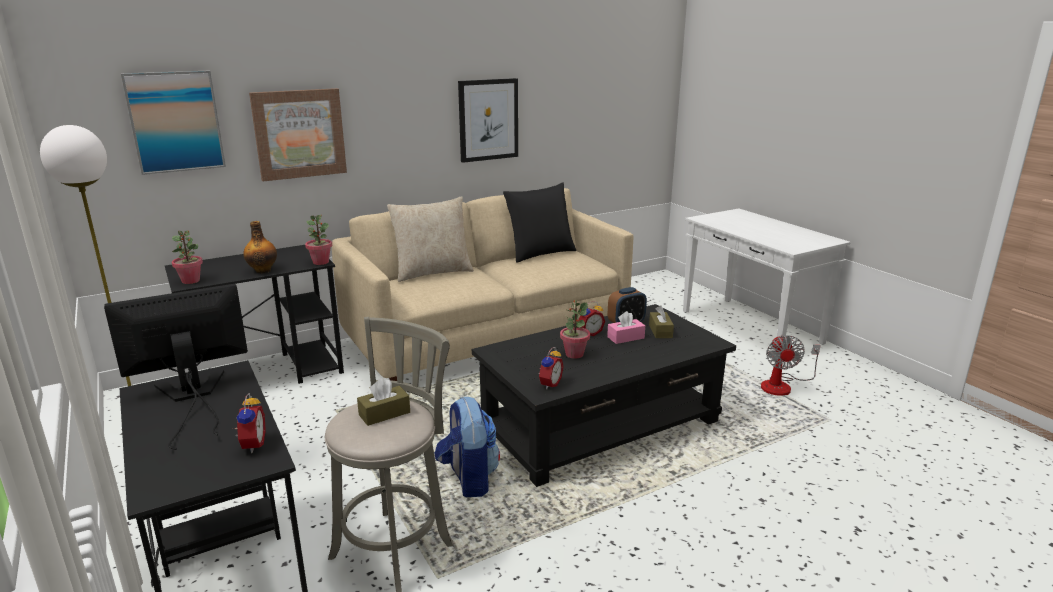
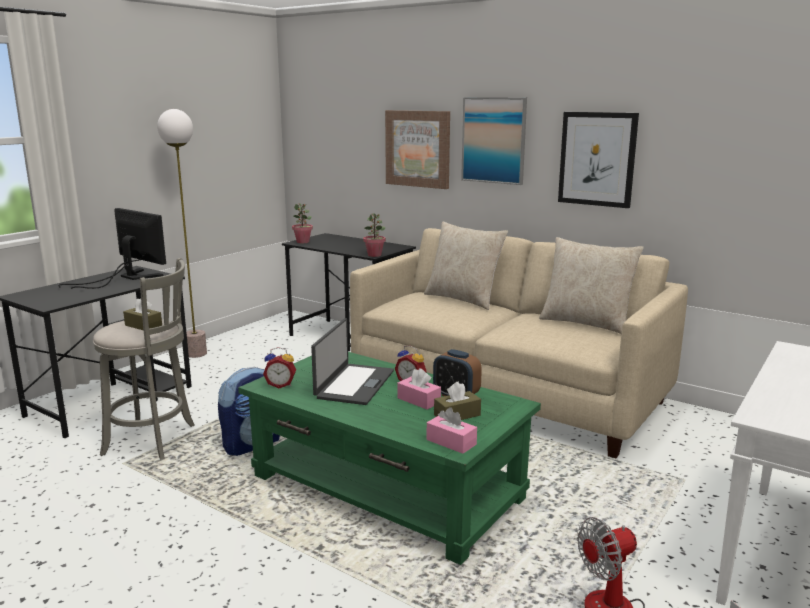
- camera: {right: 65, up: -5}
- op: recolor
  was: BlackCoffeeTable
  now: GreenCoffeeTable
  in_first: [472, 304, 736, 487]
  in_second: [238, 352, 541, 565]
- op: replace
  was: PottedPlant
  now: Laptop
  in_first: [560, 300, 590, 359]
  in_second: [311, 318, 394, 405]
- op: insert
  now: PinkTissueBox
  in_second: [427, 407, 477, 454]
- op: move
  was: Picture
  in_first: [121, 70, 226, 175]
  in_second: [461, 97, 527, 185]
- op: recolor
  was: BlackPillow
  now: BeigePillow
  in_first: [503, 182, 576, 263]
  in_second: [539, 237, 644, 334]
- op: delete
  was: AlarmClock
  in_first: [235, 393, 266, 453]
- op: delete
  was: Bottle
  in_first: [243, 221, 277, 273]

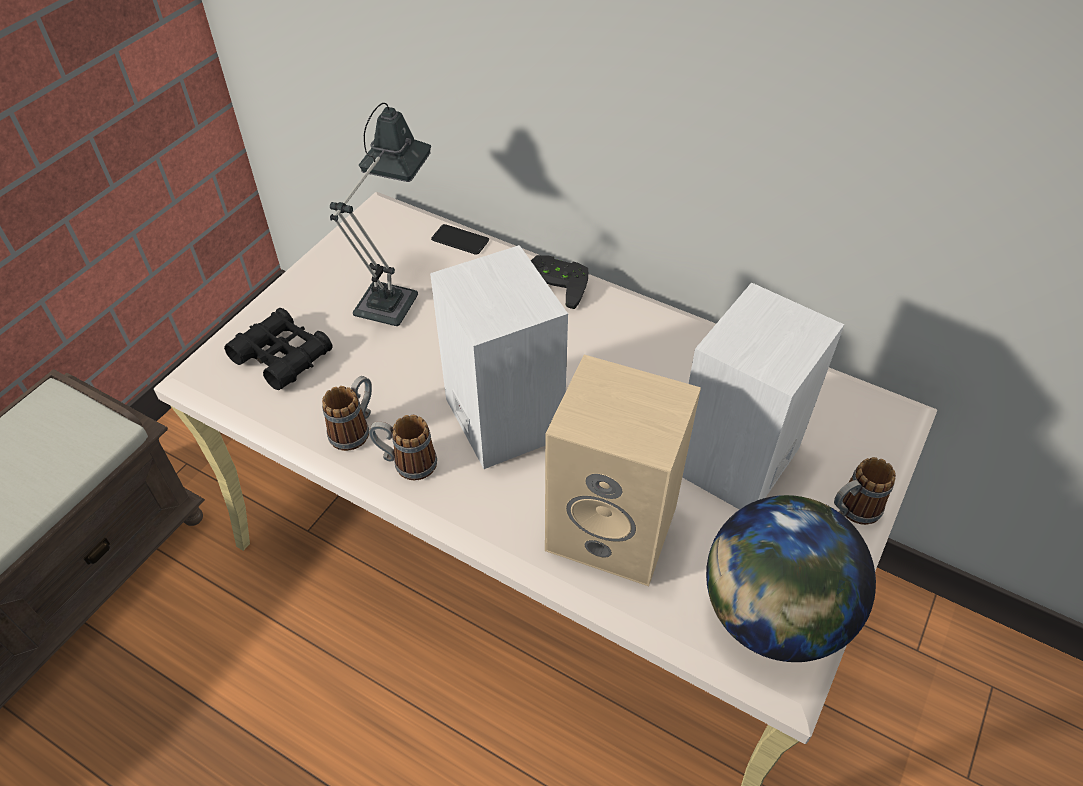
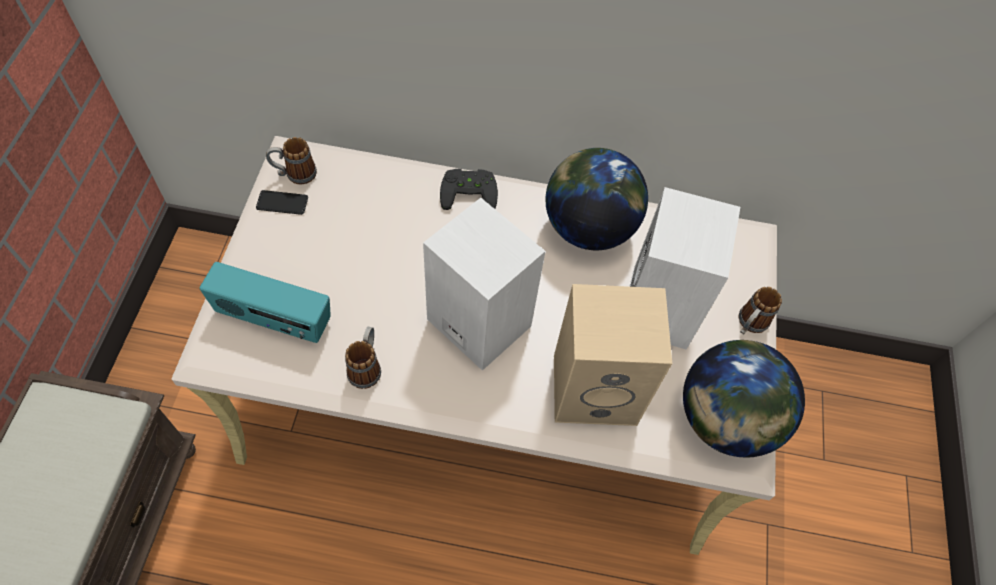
- camera: {right: -25, up: 10}
- op: replace
  was: BlackBinoculars
  now: Radio
  in_first: [224, 308, 333, 390]
  in_second: [200, 262, 331, 343]
- op: move
  was: Phone
  in_first: [431, 224, 489, 255]
  in_second: [256, 190, 308, 215]
- op: move
  was: Mug
  in_first: [369, 415, 437, 480]
  in_second: [266, 137, 317, 184]
- op: insert
  now: Globe
  in_second: [545, 148, 648, 250]
- op: delete
  was: TableLamp
  in_first: [330, 103, 431, 326]

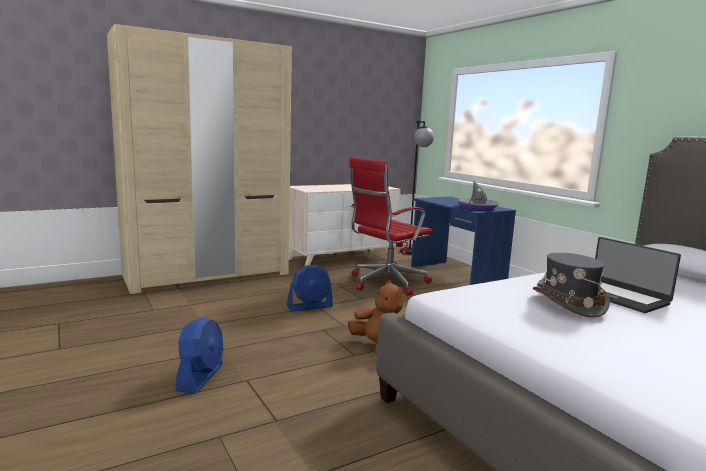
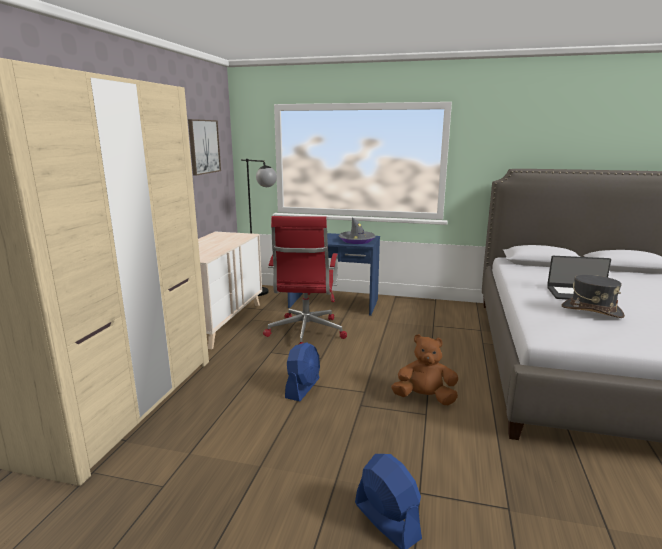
- camera: {right: -45, up: 5}
- op: insert
  now: Picture
  in_second: [188, 119, 221, 175]

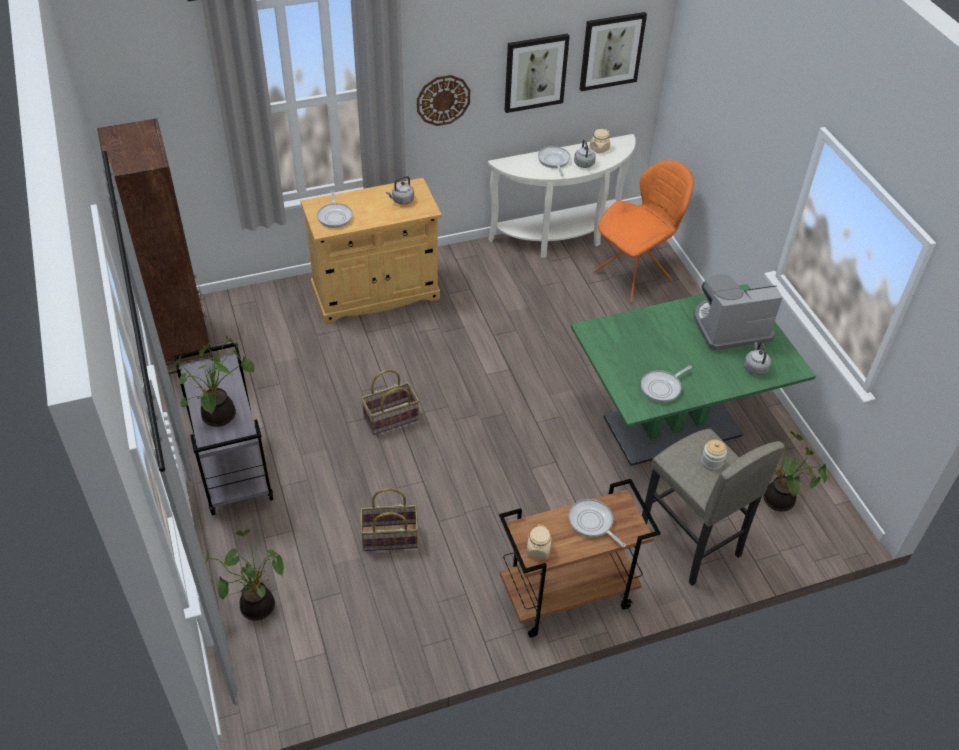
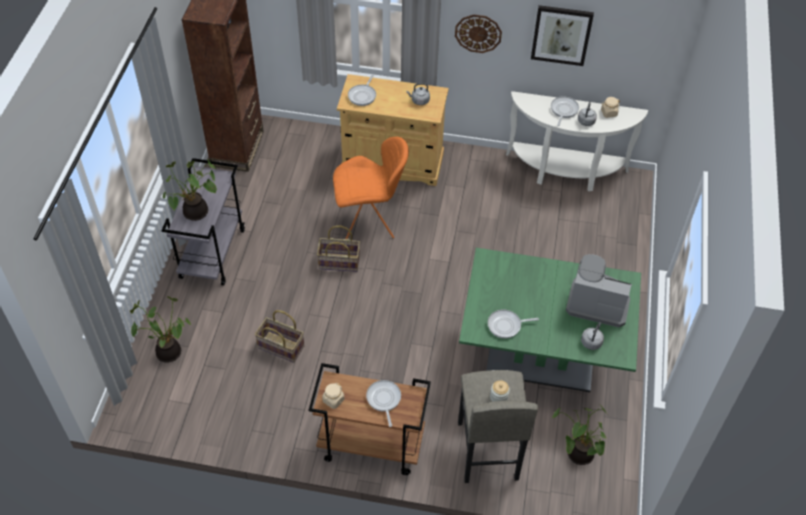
- camera: {right: 30, up: 5}
- op: move
  was: OrangeChair
  in_first: [593, 160, 694, 303]
  in_second: [333, 137, 409, 239]
- op: delete
  was: Picture
  in_first: [580, 12, 647, 91]

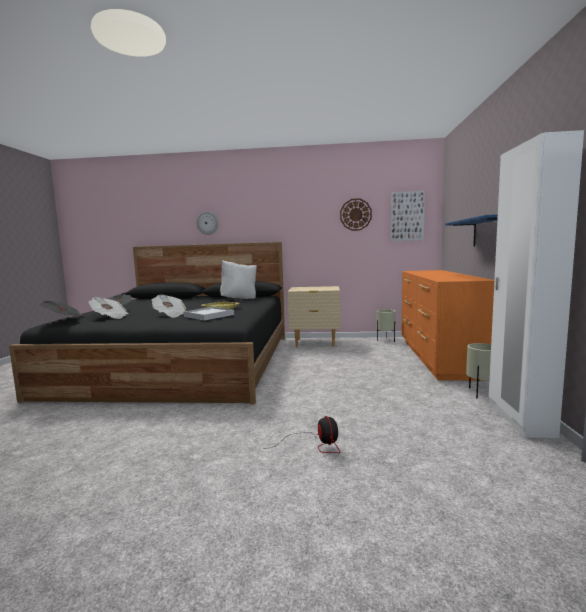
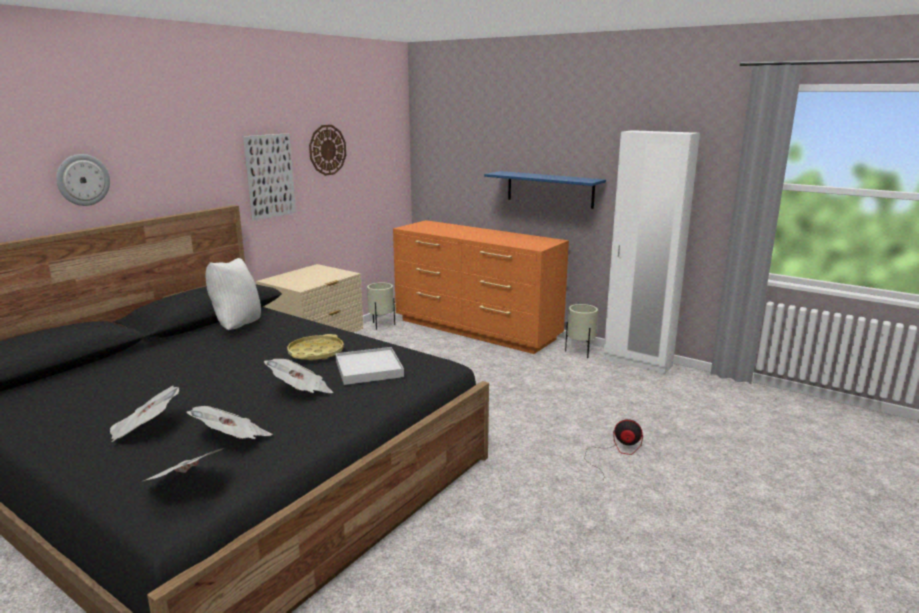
- camera: {right: -60, up: 10}
- op: move
  was: Picture
  in_first: [391, 191, 425, 241]
  in_second: [243, 133, 296, 221]

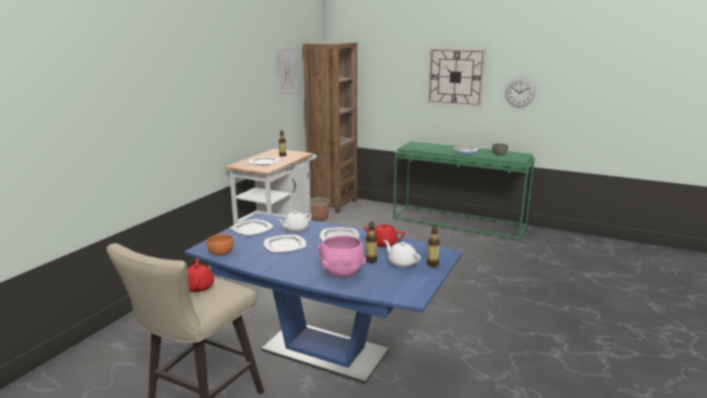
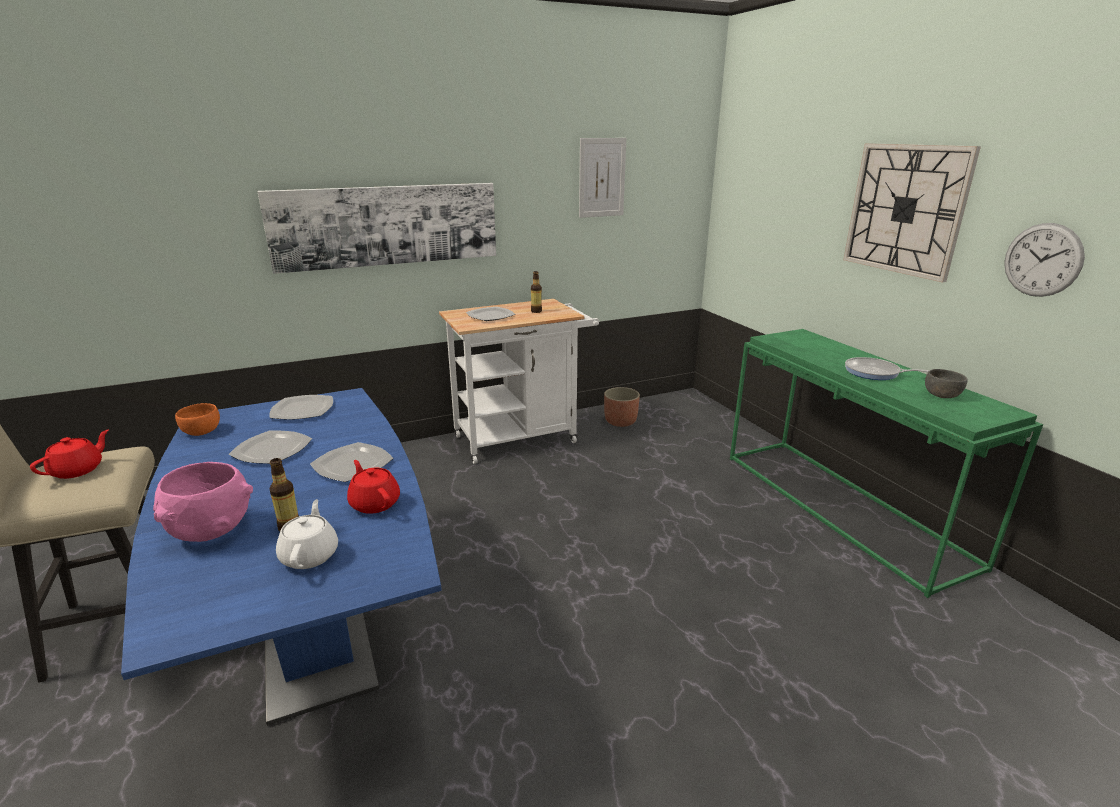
- camera: {right: 40, up: 5}
- op: insert
  now: Picture
  in_second: [257, 183, 496, 274]
- op: delete
  was: WhiteTeapot
  in_first: [277, 211, 312, 232]
- op: delete
  was: BrownBookcase
  in_first: [303, 42, 357, 213]
- op: delete
  was: Bottle
  in_first: [427, 225, 440, 267]

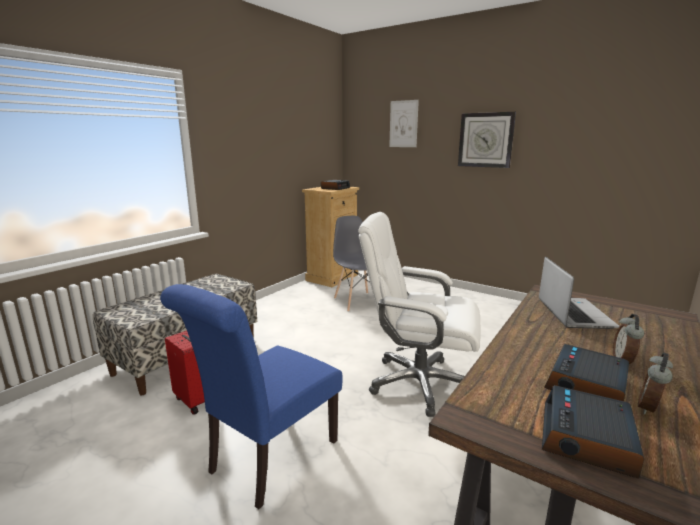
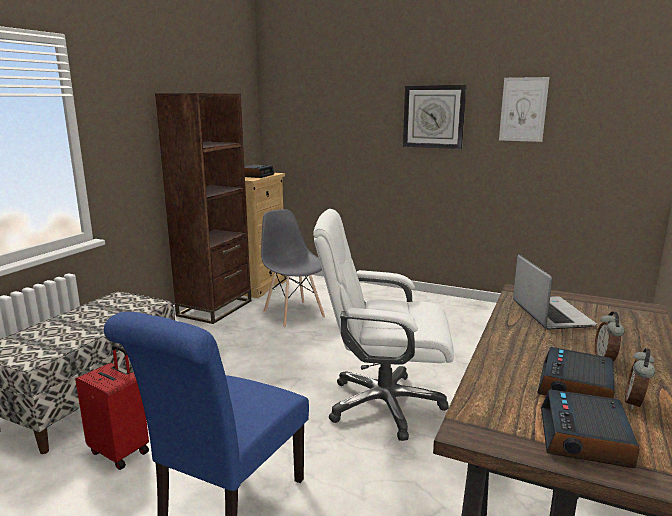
- camera: {right: -10, up: 0}
- op: insert
  now: BrownBookcase
  in_second: [155, 93, 251, 324]
- op: move
  was: Picture
  in_first: [389, 100, 419, 147]
  in_second: [499, 77, 549, 142]

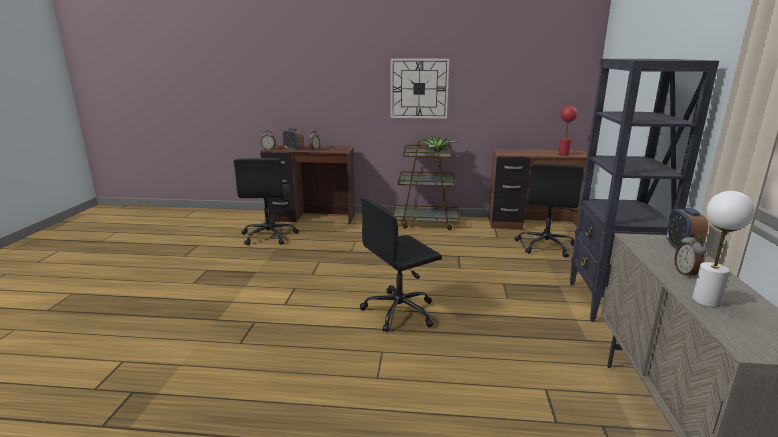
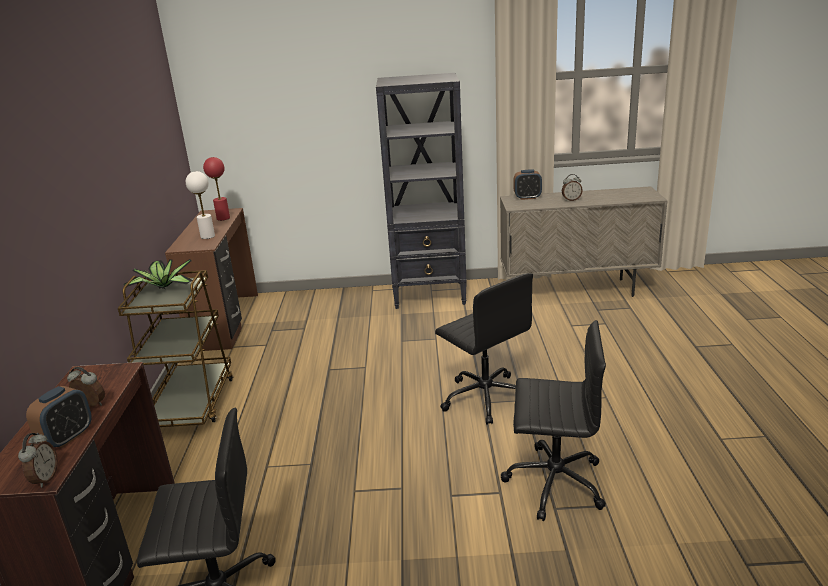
- camera: {right: -95, up: 5}
- op: move
  was: WhiteTableLamp
  in_first: [692, 191, 755, 307]
  in_second: [186, 171, 215, 239]
- op: move
  was: BlackOfficeChair
  in_first: [515, 163, 584, 257]
  in_second: [501, 320, 606, 521]
- op: delete
  was: WallClock
  in_first: [391, 59, 449, 119]

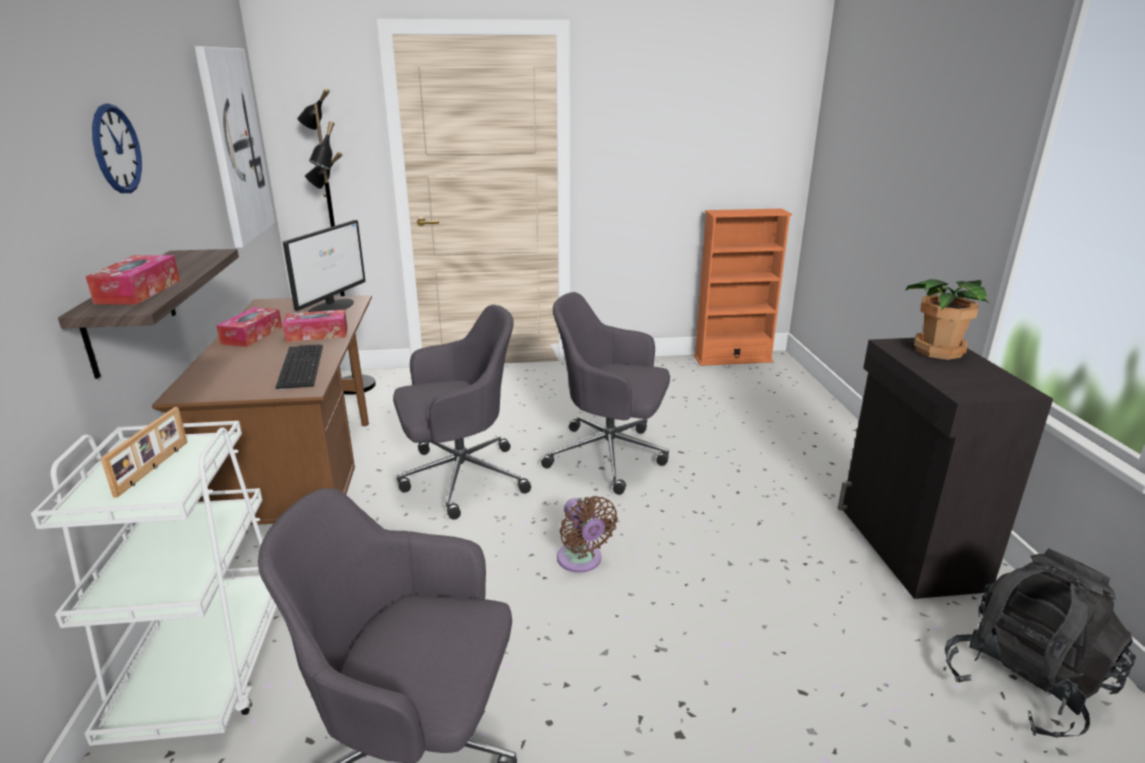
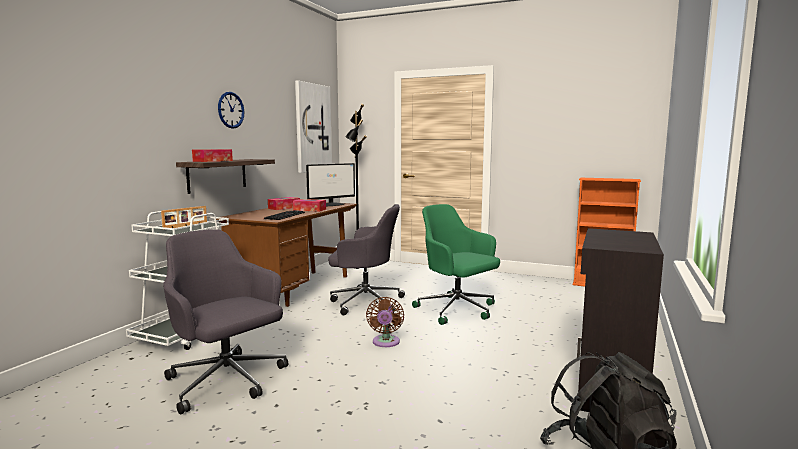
- camera: {right: 30, up: -15}
- op: recolor
  was: GreyOfficeChair
  now: GreenOfficeChair
  in_first: [541, 292, 670, 495]
  in_second: [412, 204, 500, 325]
- op: delete
  was: PottedPlant
  in_first: [905, 279, 990, 360]

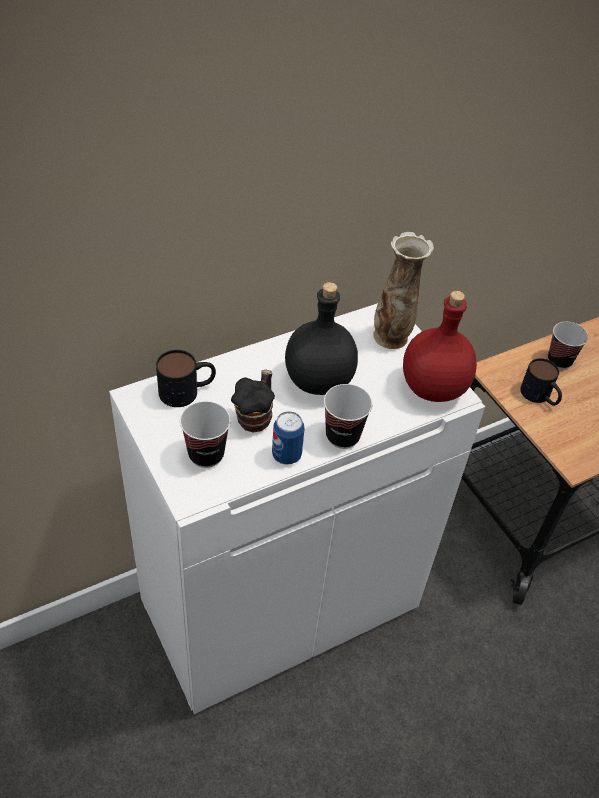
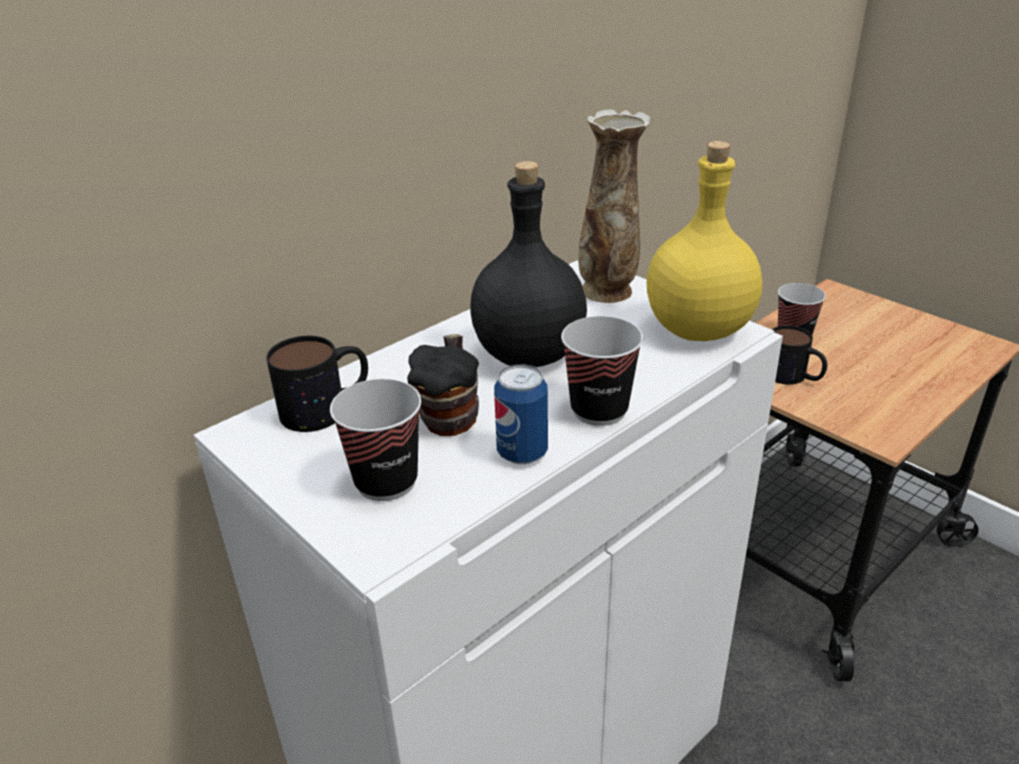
- camera: {right: -10, up: -15}
- op: recolor
  was: RedBottle
  now: YellowBottle
  in_first: [403, 291, 477, 402]
  in_second: [647, 141, 762, 341]

